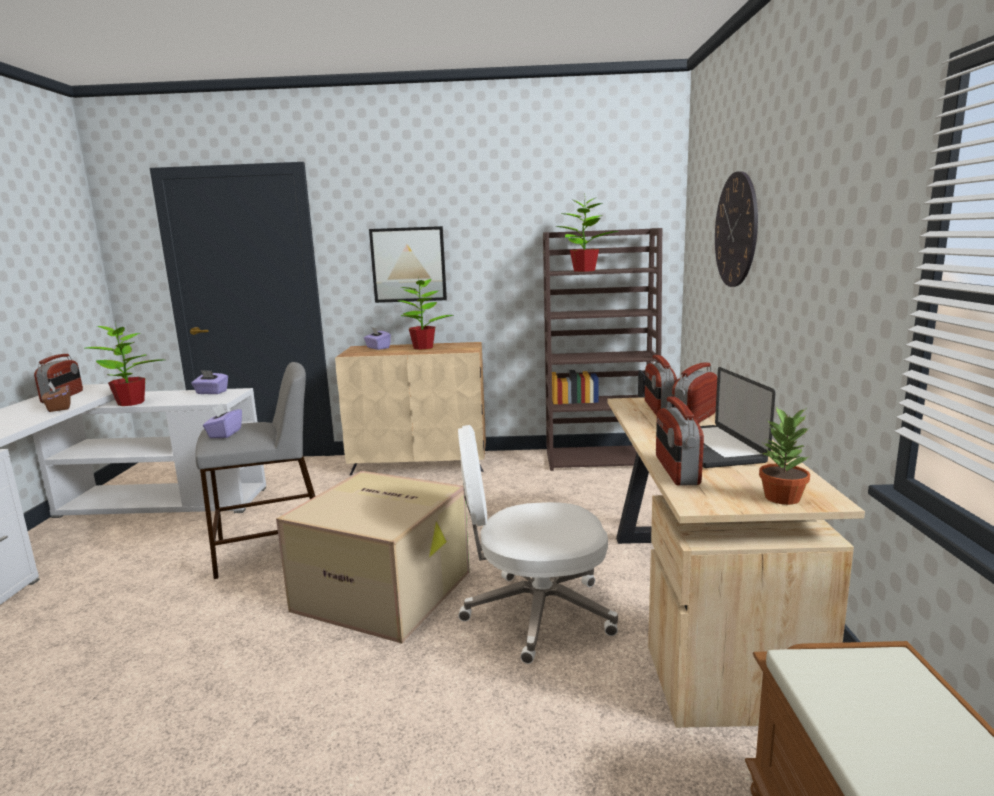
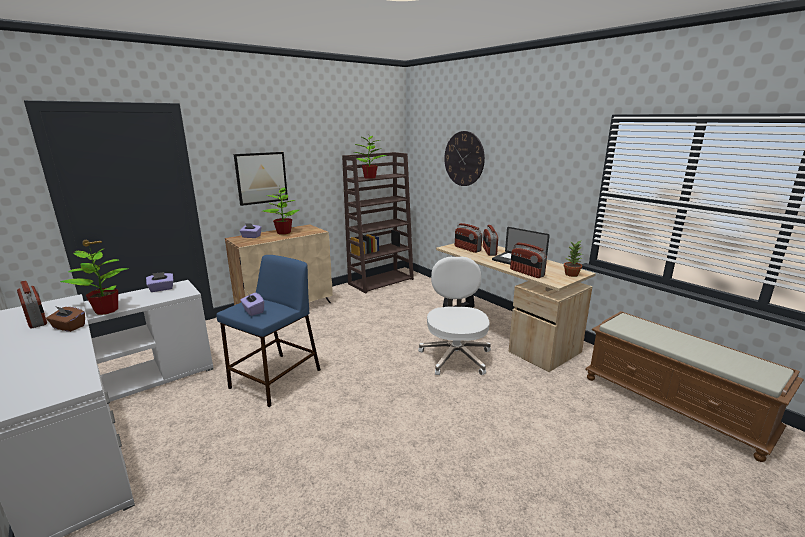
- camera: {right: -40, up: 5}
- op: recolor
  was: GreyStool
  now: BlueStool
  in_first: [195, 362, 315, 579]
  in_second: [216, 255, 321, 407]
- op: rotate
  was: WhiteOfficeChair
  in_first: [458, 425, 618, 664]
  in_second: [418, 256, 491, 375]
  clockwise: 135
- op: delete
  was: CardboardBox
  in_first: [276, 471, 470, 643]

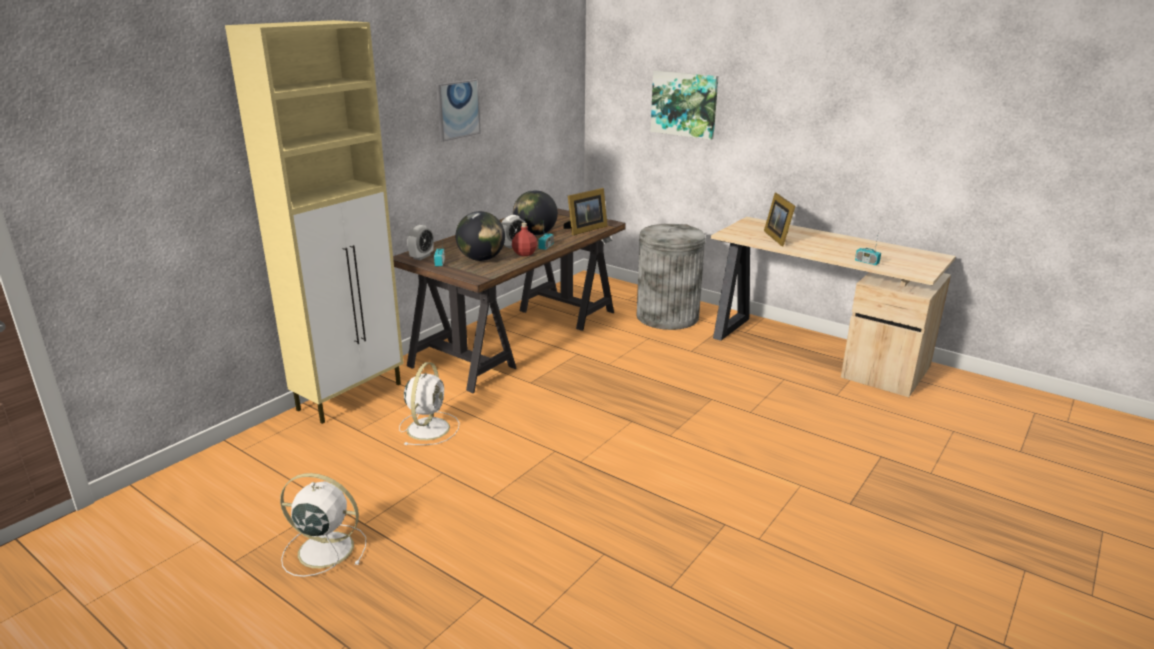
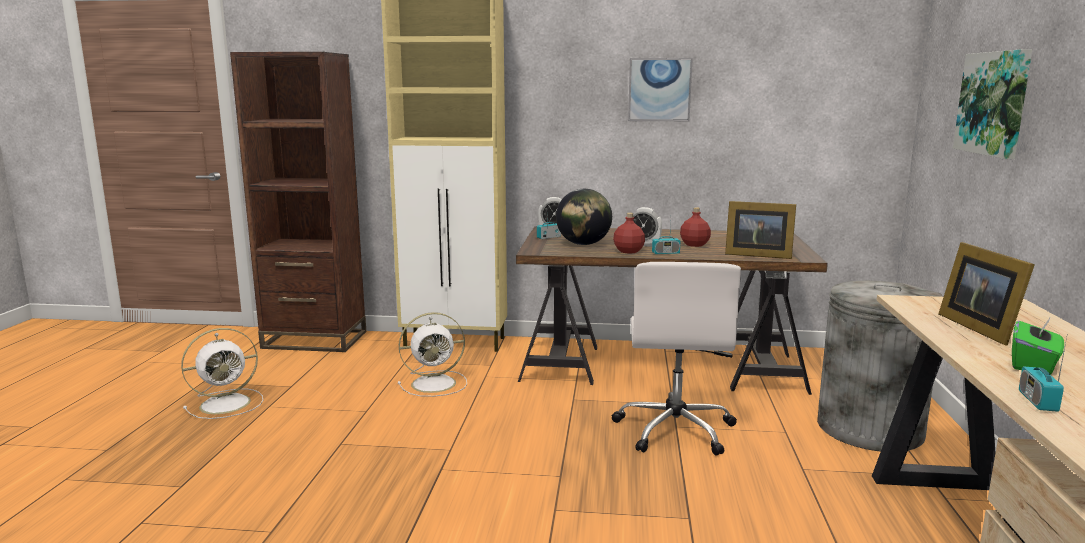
- camera: {right: 60, up: -10}
- op: rotate
  was: WhiteFan
  in_first: [280, 473, 366, 577]
  in_second: [181, 328, 263, 419]
  clockwise: 75
- op: insert
  now: BrownBookcase
  in_second: [230, 52, 366, 352]
- op: insert
  now: WhiteOfficeChair
  in_second: [612, 262, 741, 456]
- op: replace
  was: Globe
  now: RedBottle
  in_first: [513, 190, 558, 236]
  in_second: [680, 208, 711, 247]
- op: rotate
  was: PictureFrame
  in_first: [764, 193, 795, 246]
  in_second: [938, 242, 1035, 346]
  clockwise: -60
- op: insert
  now: GreenTissueBox
  in_second: [1012, 315, 1064, 375]

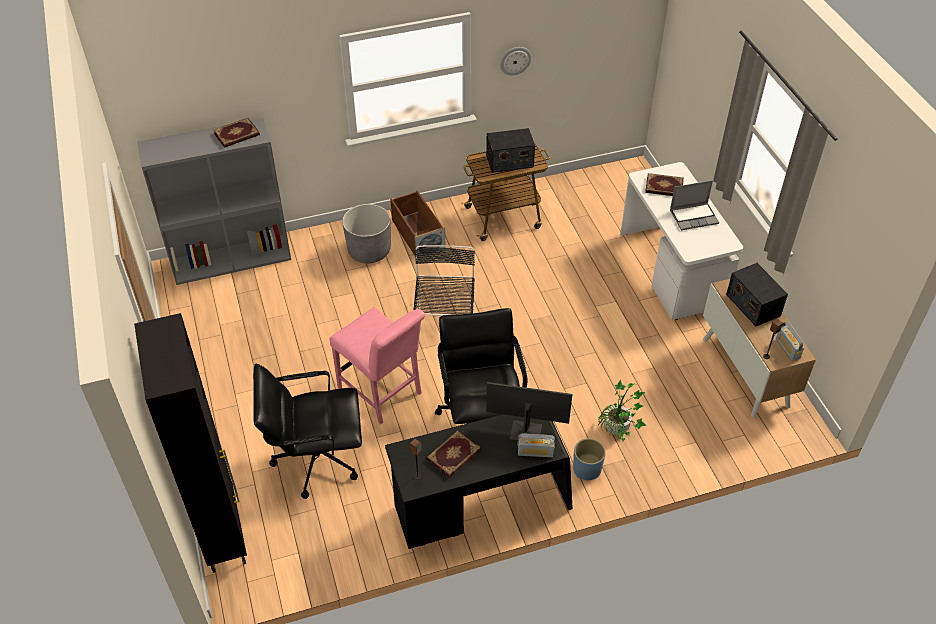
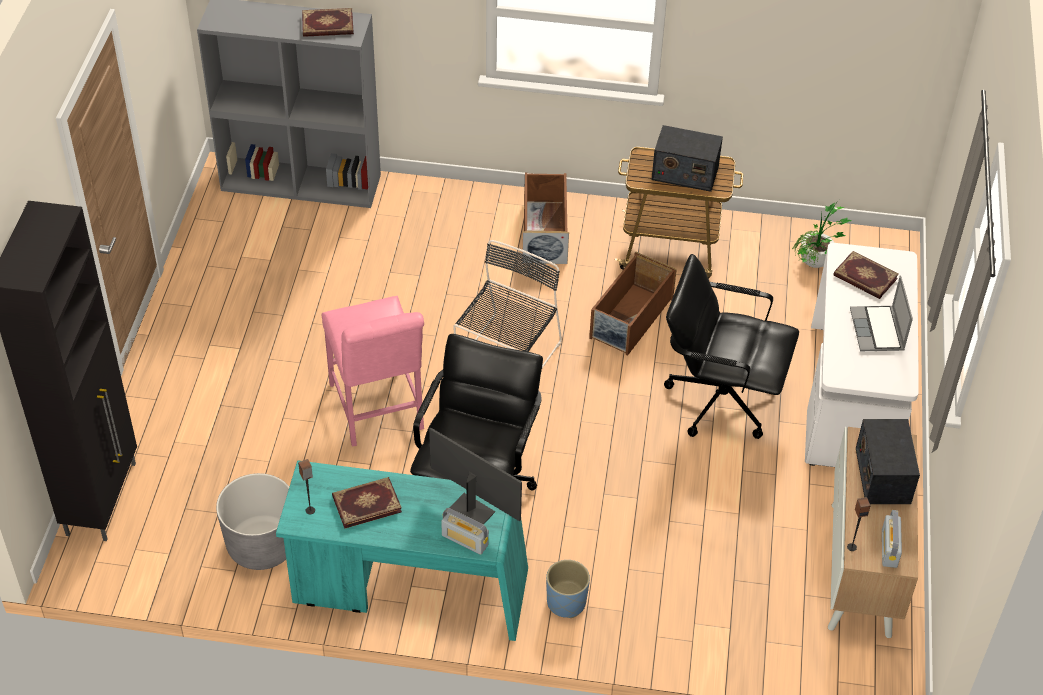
- camera: {right: 25, up: 0}
- op: move
  was: GreyPlanter
  in_first: [342, 204, 391, 263]
  in_second: [216, 473, 289, 570]
- op: recolor
  was: BlackDesk
  now: TurquoiseDesk
  in_first: [385, 414, 573, 549]
  in_second: [276, 460, 528, 641]
- op: insert
  now: BrownStorageBox
  in_second: [589, 251, 677, 356]
- op: move
  was: BlackOfficeChair
  in_first: [253, 364, 362, 499]
  in_second: [664, 254, 799, 439]
- op: move
  was: PottedPlant
  in_first: [597, 380, 646, 441]
  in_second: [791, 200, 852, 268]
- op: rotate
  was: Laptop
  in_first: [670, 180, 719, 230]
  in_second: [850, 275, 913, 351]
  clockwise: 75
- op: delete
  was: WallClock
  in_first: [500, 47, 531, 75]

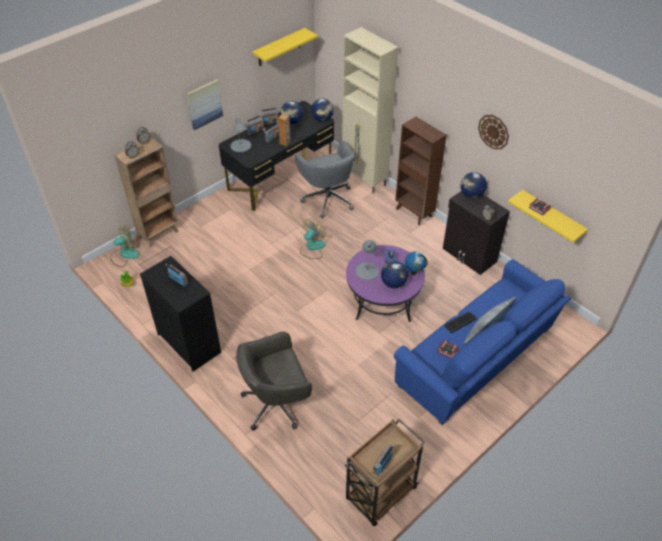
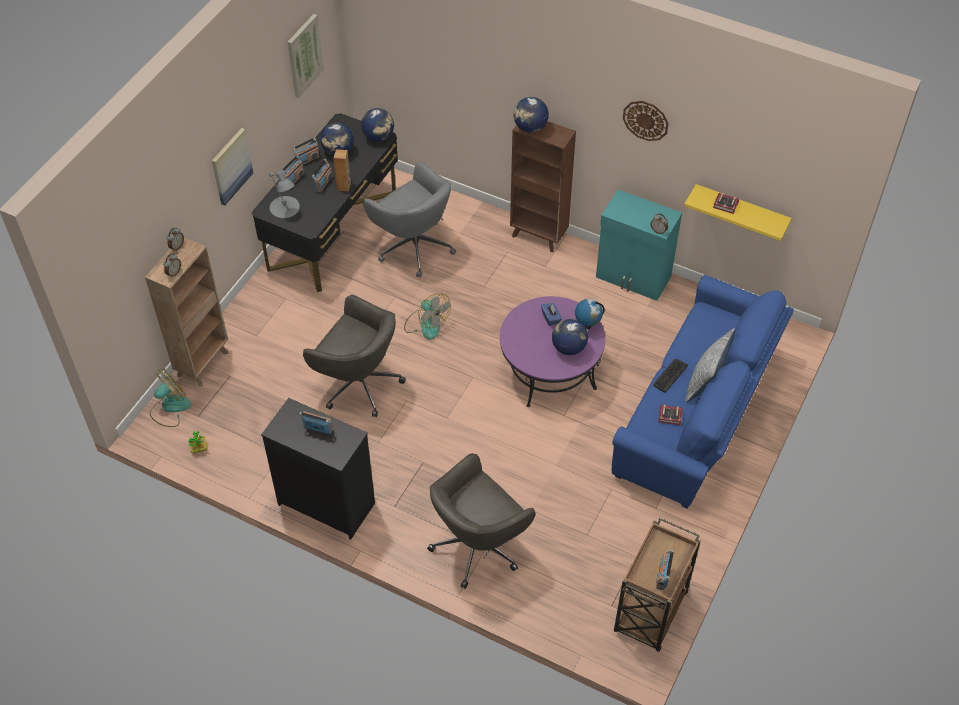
- camera: {right: -20, up: 5}
- op: replace
  was: YellowShelf
  now: Picture
  in_first: [252, 28, 318, 66]
  in_second: [288, 14, 324, 98]
- op: insert
  now: GreyOfficeChair
  in_second: [303, 295, 406, 417]
- op: rotate
  was: Fan
  in_first: [300, 219, 326, 259]
  in_second: [404, 294, 451, 340]
  clockwise: 120
- op: move
  was: Globe
  in_first: [461, 172, 487, 198]
  in_second: [514, 97, 549, 133]
- op: recolor
  was: BlackCabinet
  now: TurquoiseCabinet
  in_first: [443, 191, 510, 275]
  in_second: [596, 190, 682, 301]
- op: delete
  was: BeigeCabinet
  in_first: [342, 27, 398, 193]
- op: delete
  was: GreyTableLamp
  in_first: [356, 240, 379, 280]

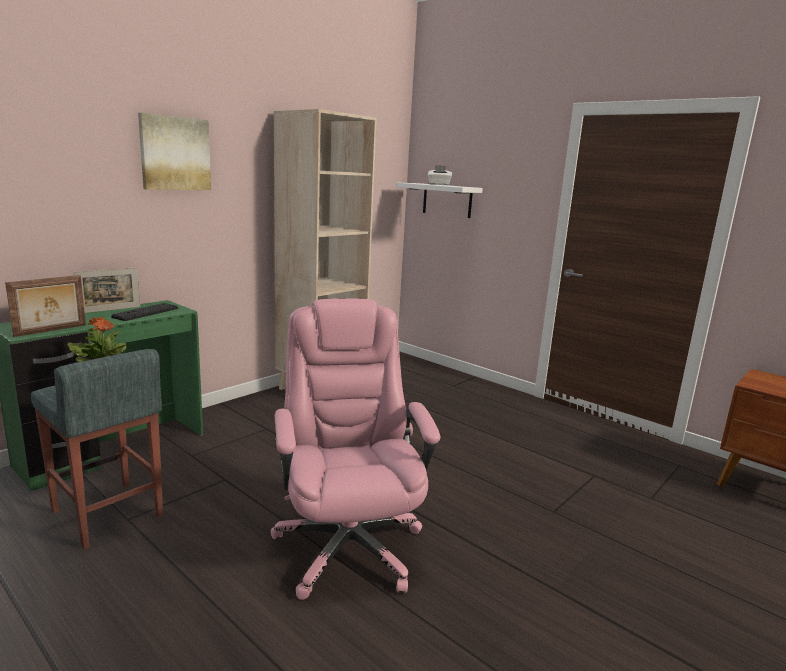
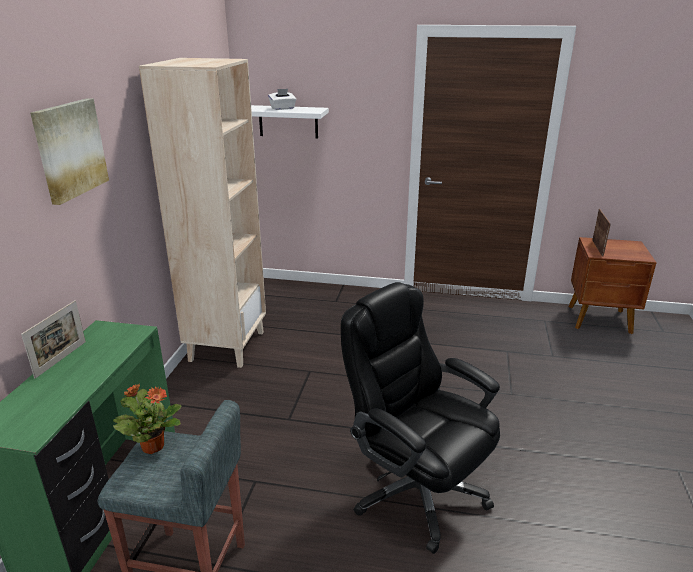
- camera: {right: -30, up: 10}
- op: recolor
  was: PinkOfficeChair
  now: BlackOfficeChair
  in_first: [271, 298, 440, 600]
  in_second: [341, 282, 500, 554]
- op: move
  was: PictureFrame
  in_first: [5, 275, 86, 337]
  in_second: [592, 209, 610, 257]
- op: delete
  was: Keyboard
  in_first: [111, 303, 178, 321]

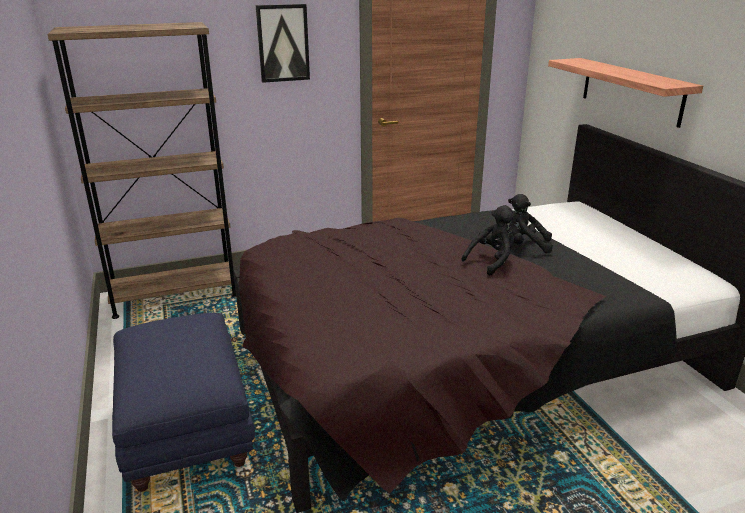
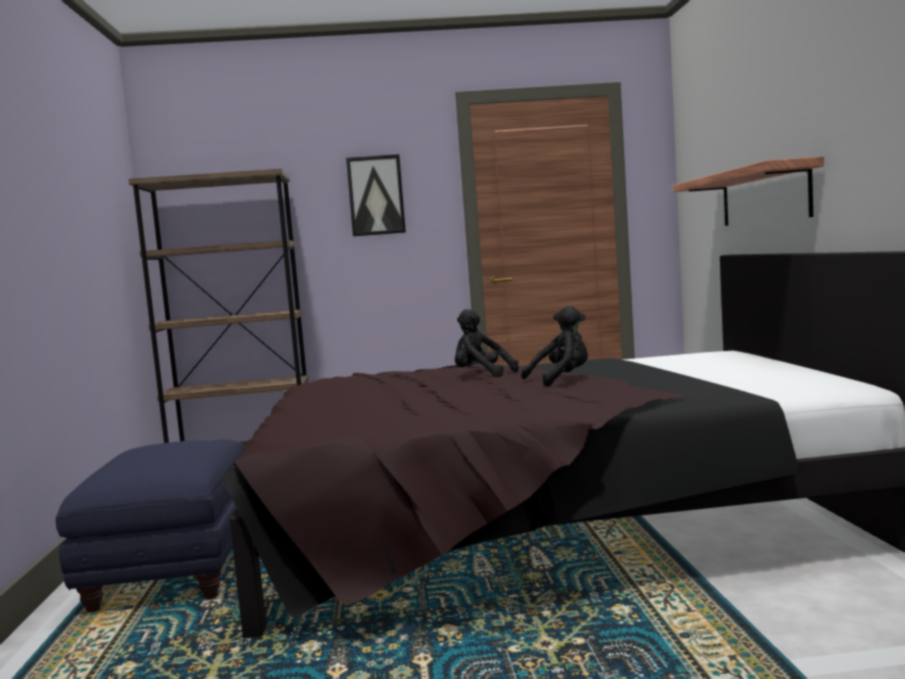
- camera: {right: 15, up: -20}
- op: move
  was: BlackPlushToy
  in_first: [508, 194, 553, 254]
  in_second: [455, 309, 519, 377]

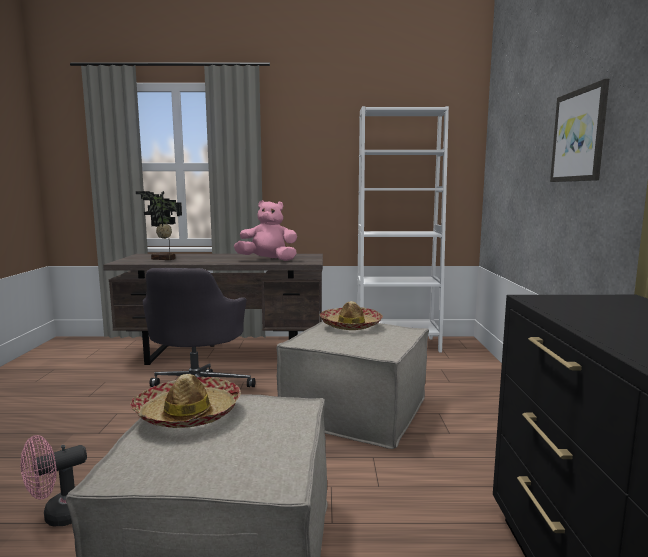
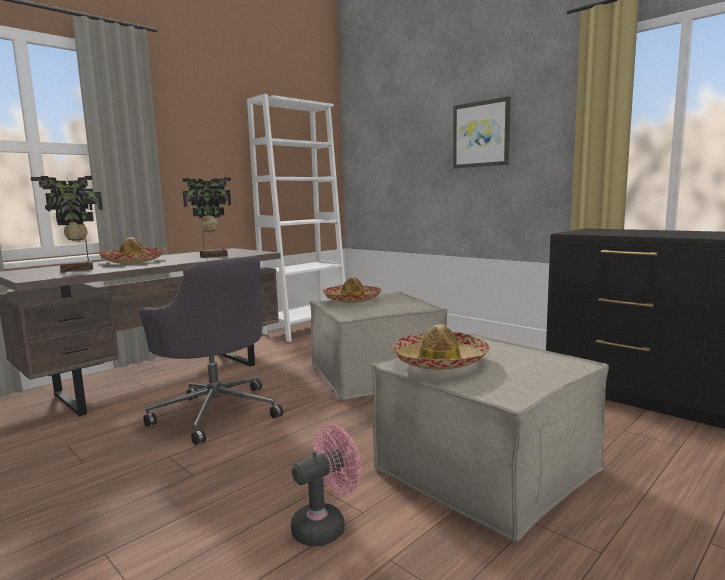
- camera: {right: -45, up: 0}
- op: insert
  now: Hat
  in_second: [97, 237, 165, 264]
- op: replace
  was: PinkPlushToy
  now: PottedPlant
  in_first: [234, 200, 297, 261]
  in_second: [183, 178, 231, 258]
- op: rotate
  was: PinkFan
  in_first: [20, 435, 87, 526]
  in_second: [291, 425, 361, 547]
  clockwise: -135

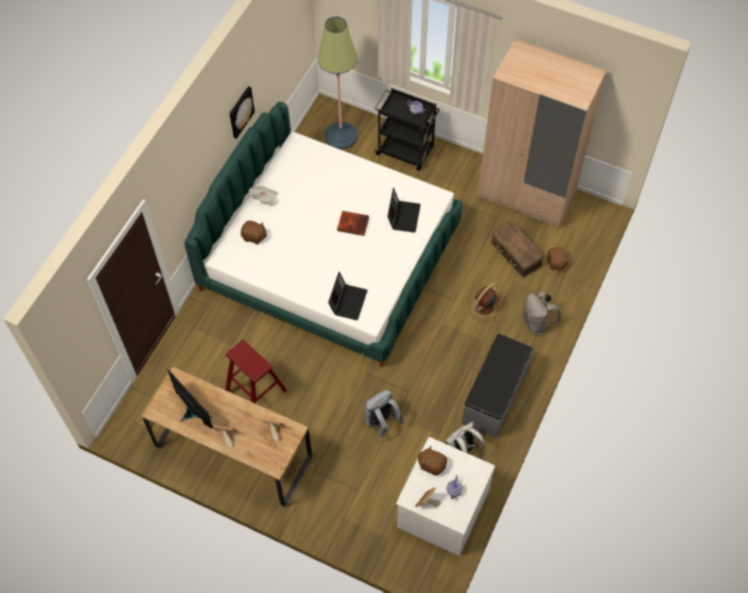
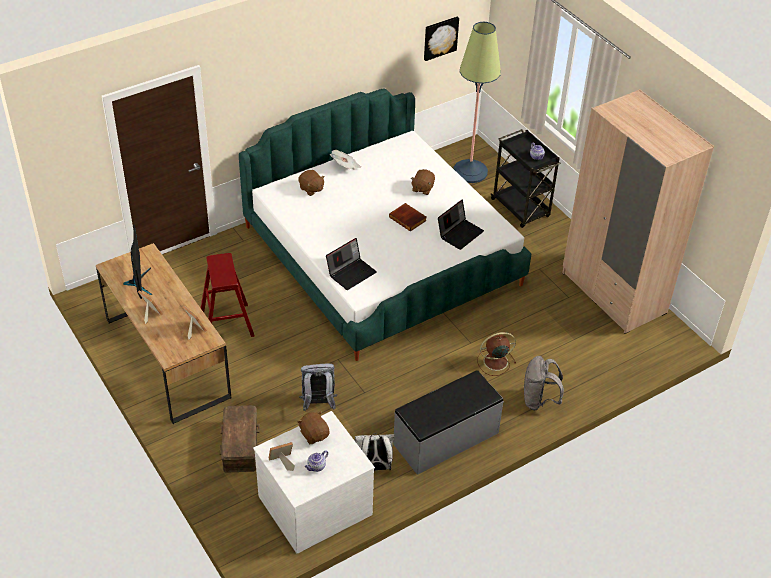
- camera: {right: 30, up: -15}
- op: move
  was: BrownStorageBox
  in_first: [491, 221, 545, 278]
  in_second: [220, 405, 260, 473]
- op: move
  was: BrownPlushToy
  in_first: [547, 247, 570, 271]
  in_second: [411, 169, 435, 195]
- op: move
  was: Picture
  in_first: [229, 86, 255, 139]
  in_second: [424, 17, 459, 61]

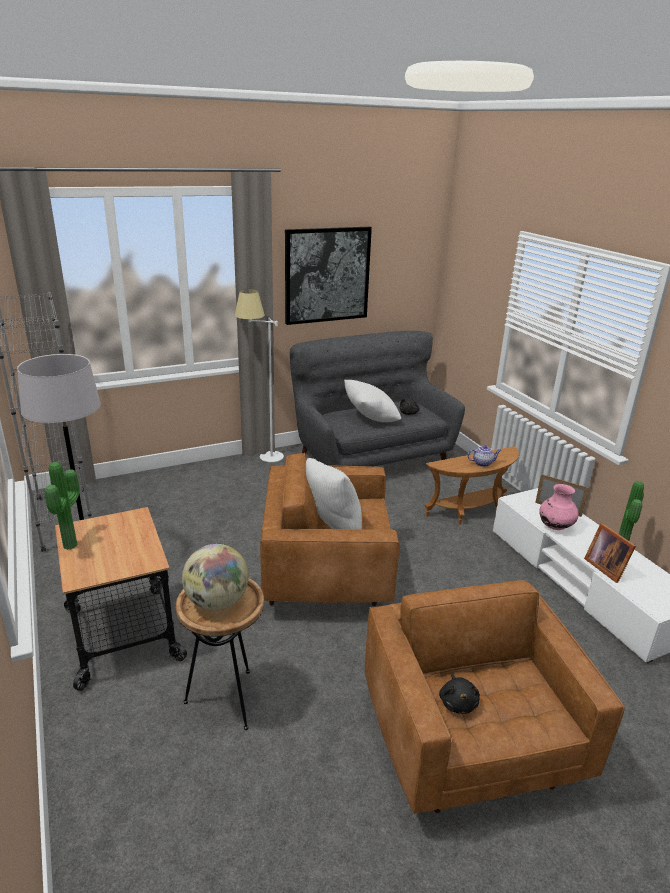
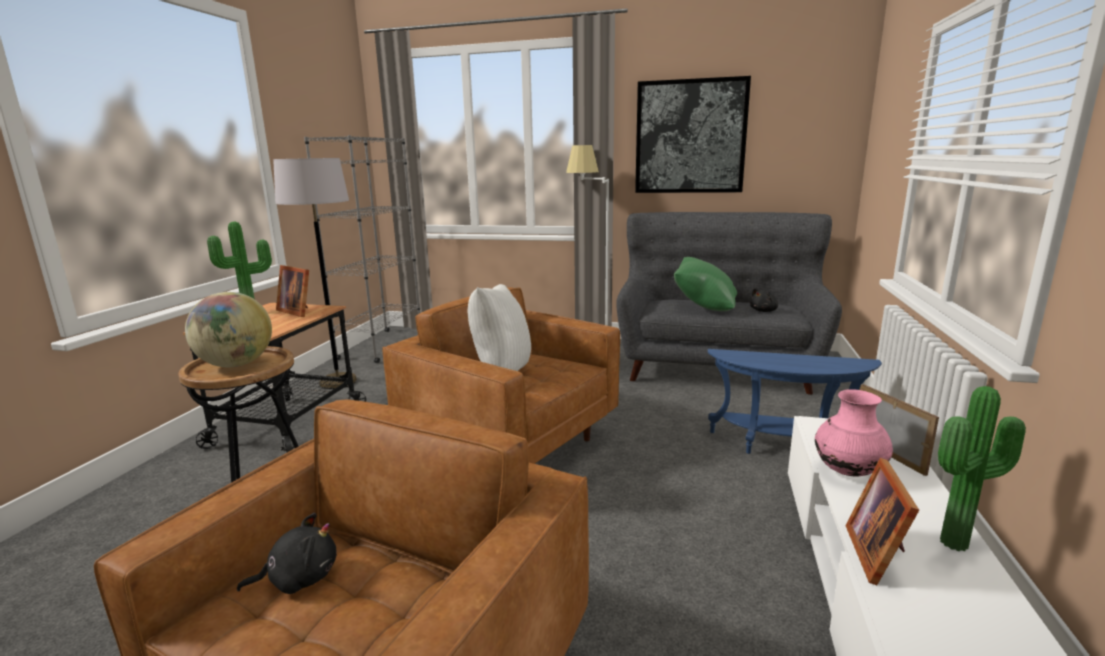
- camera: {right: 40, up: -10}
- op: rotate
  was: BlackPlushToy
  in_first: [439, 674, 480, 714]
  in_second: [237, 513, 337, 594]
  clockwise: -150
- op: insert
  now: PictureFrame
  in_second: [276, 265, 309, 317]
- op: recolor
  was: WhitePillow
  now: GreenPillow
  in_first: [344, 380, 401, 422]
  in_second: [674, 257, 737, 311]
- op: recolor
  was: BrownSideTable
  now: BlueSideTable
  in_first: [424, 446, 519, 525]
  in_second: [708, 349, 882, 454]
- op: delete
  was: Teapot
  in_first: [467, 445, 501, 467]

